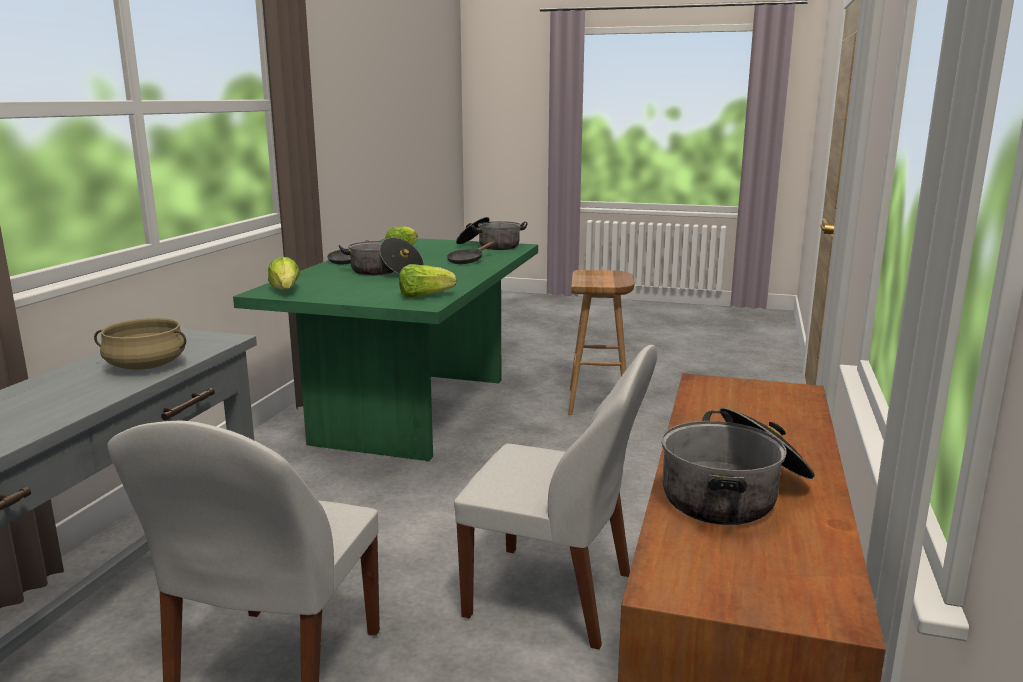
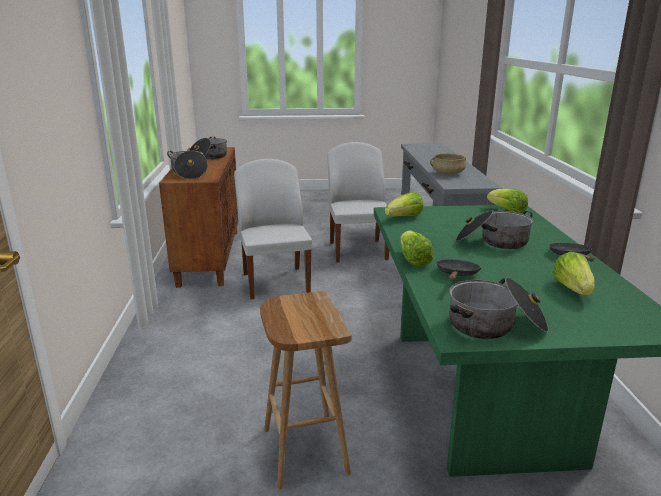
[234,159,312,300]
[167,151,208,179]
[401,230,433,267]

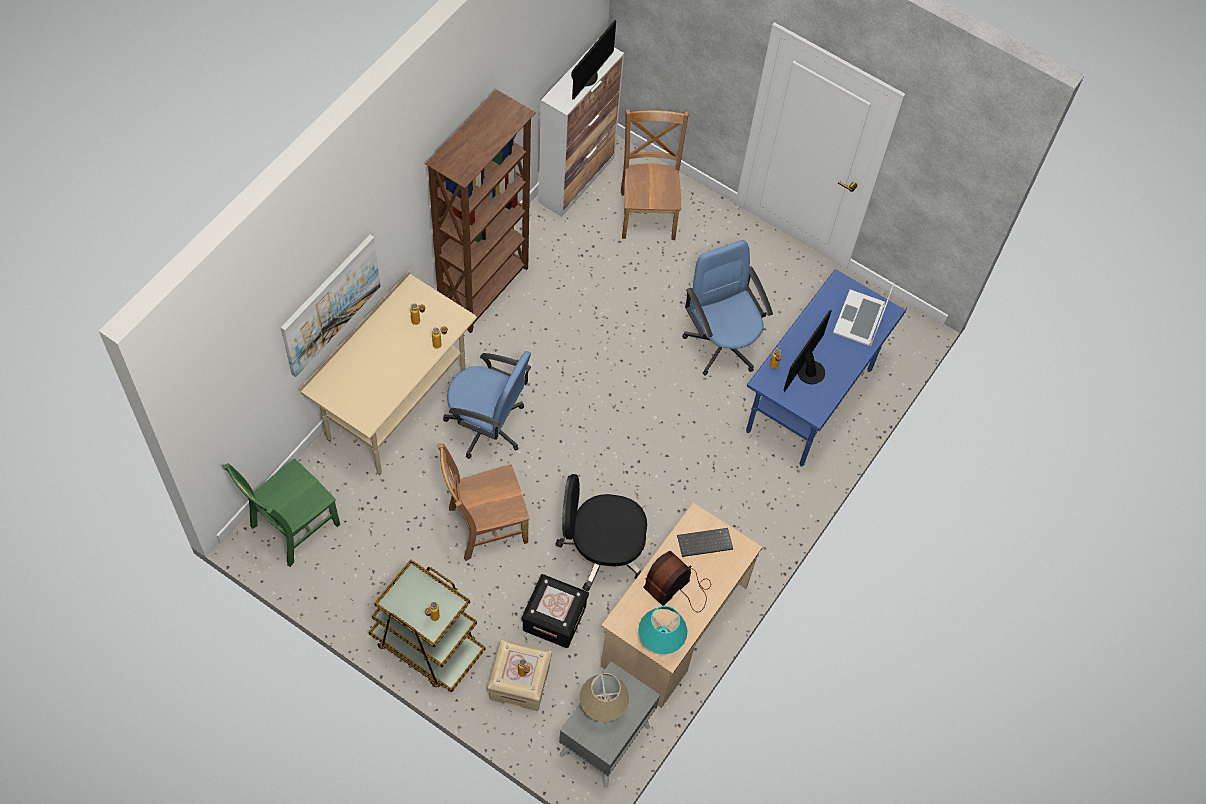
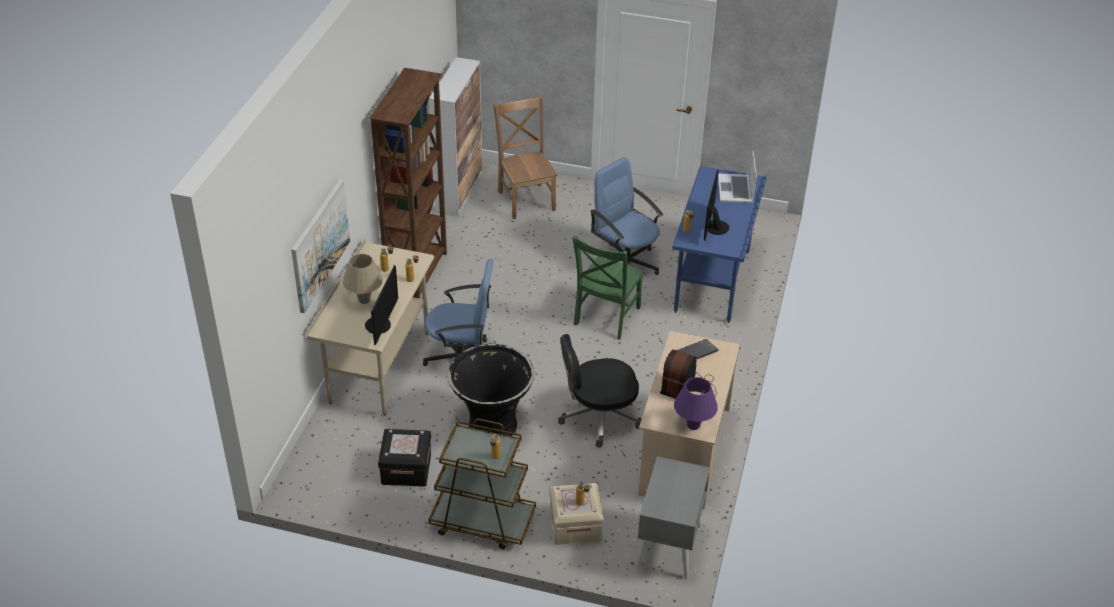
[572,235,644,340]
[448,344,534,436]
[378,429,431,487]
[365,265,398,345]
[342,254,383,304]
[674,377,718,430]

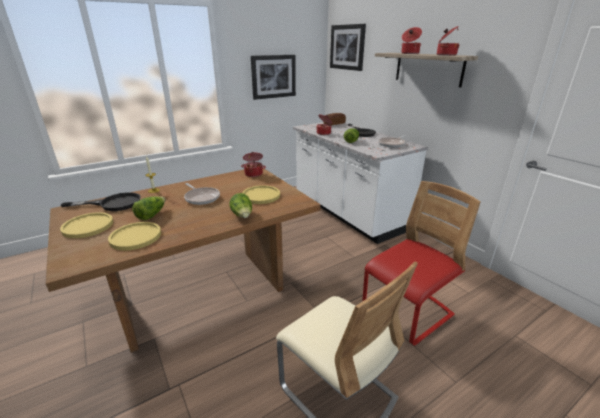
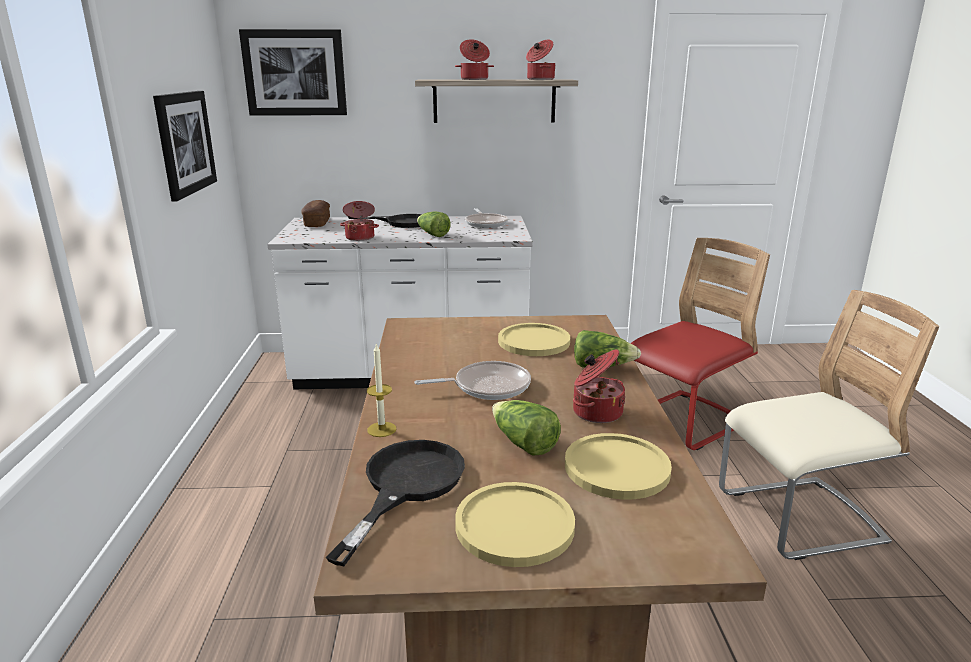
[573,349,626,423]
[631,238,770,450]

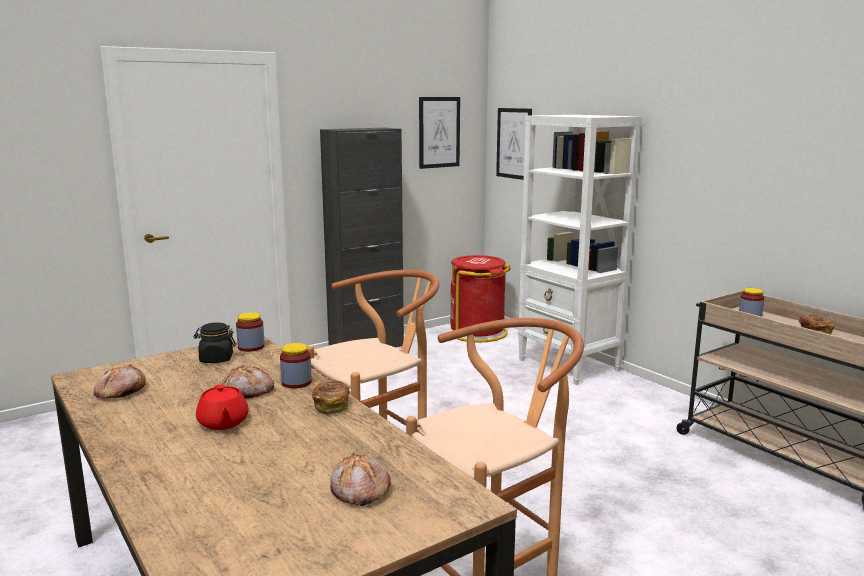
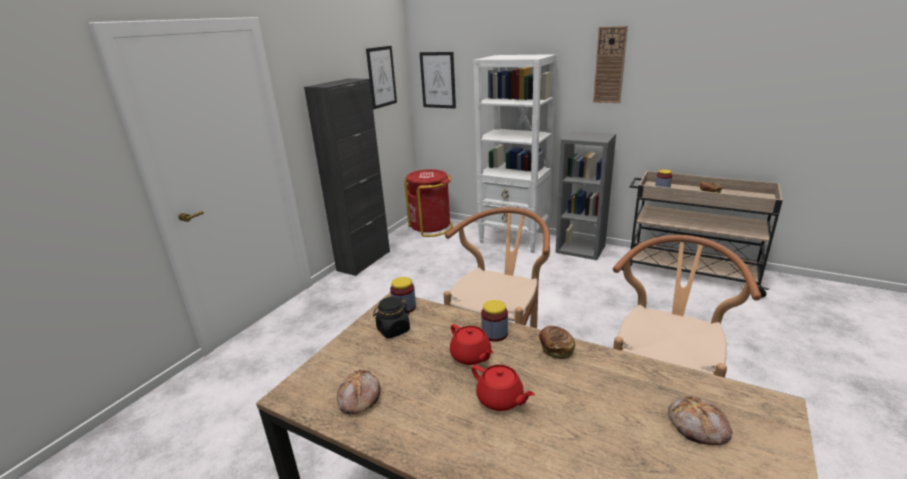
[450,324,494,365]
[555,131,616,260]
[593,26,628,103]

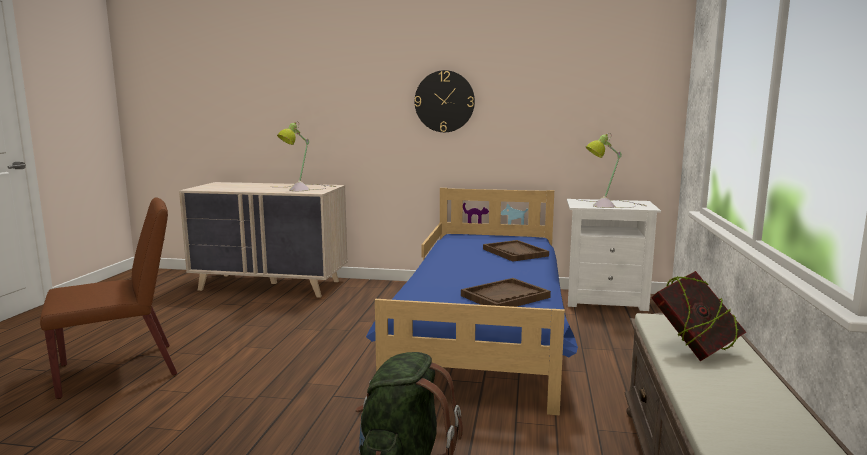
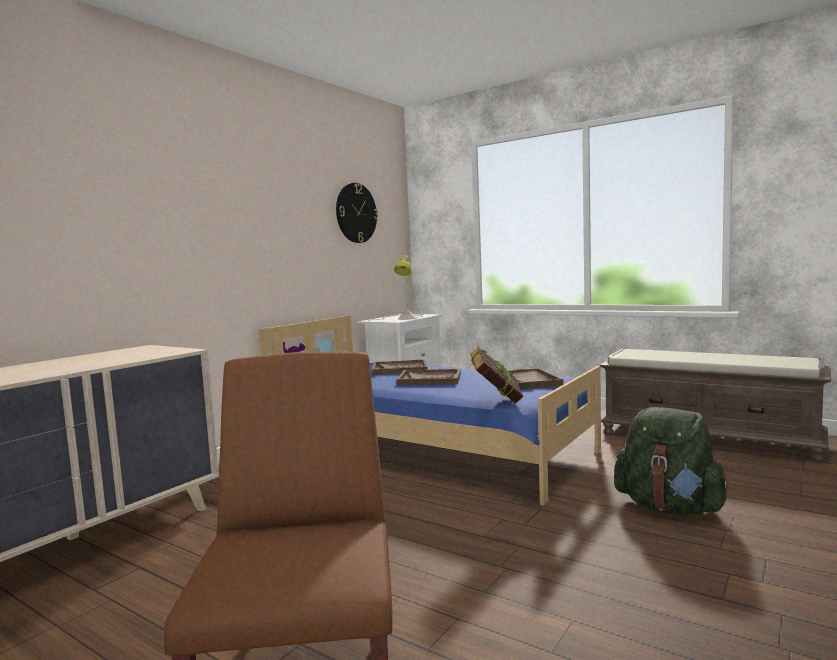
[277,121,336,191] (first image)
[336,183,378,243]
[470,346,523,404]
[396,369,461,385]

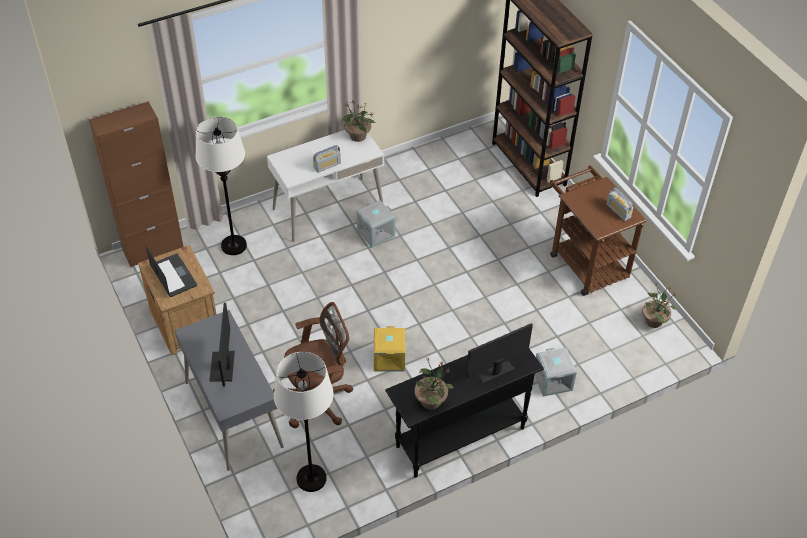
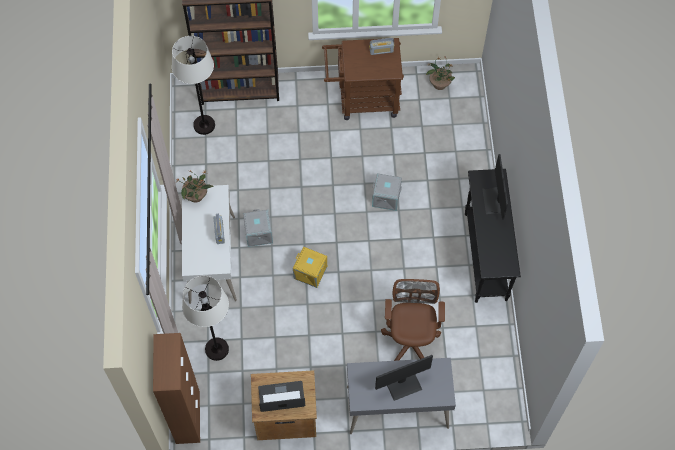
[375,355,433,401]
[172,36,215,135]
[293,246,327,288]
[414,357,454,410] (first image)
[372,173,402,211]

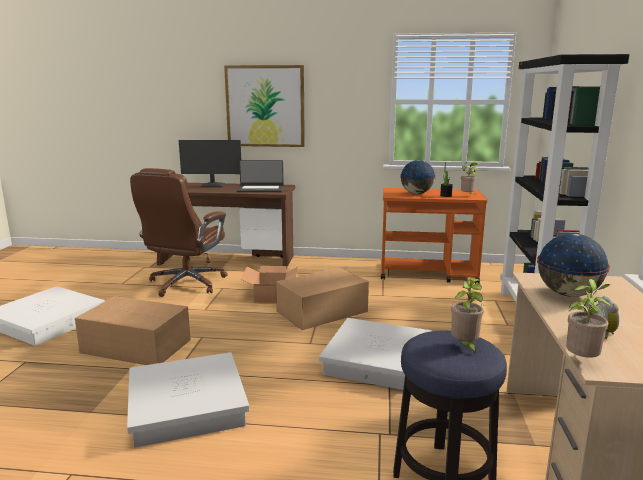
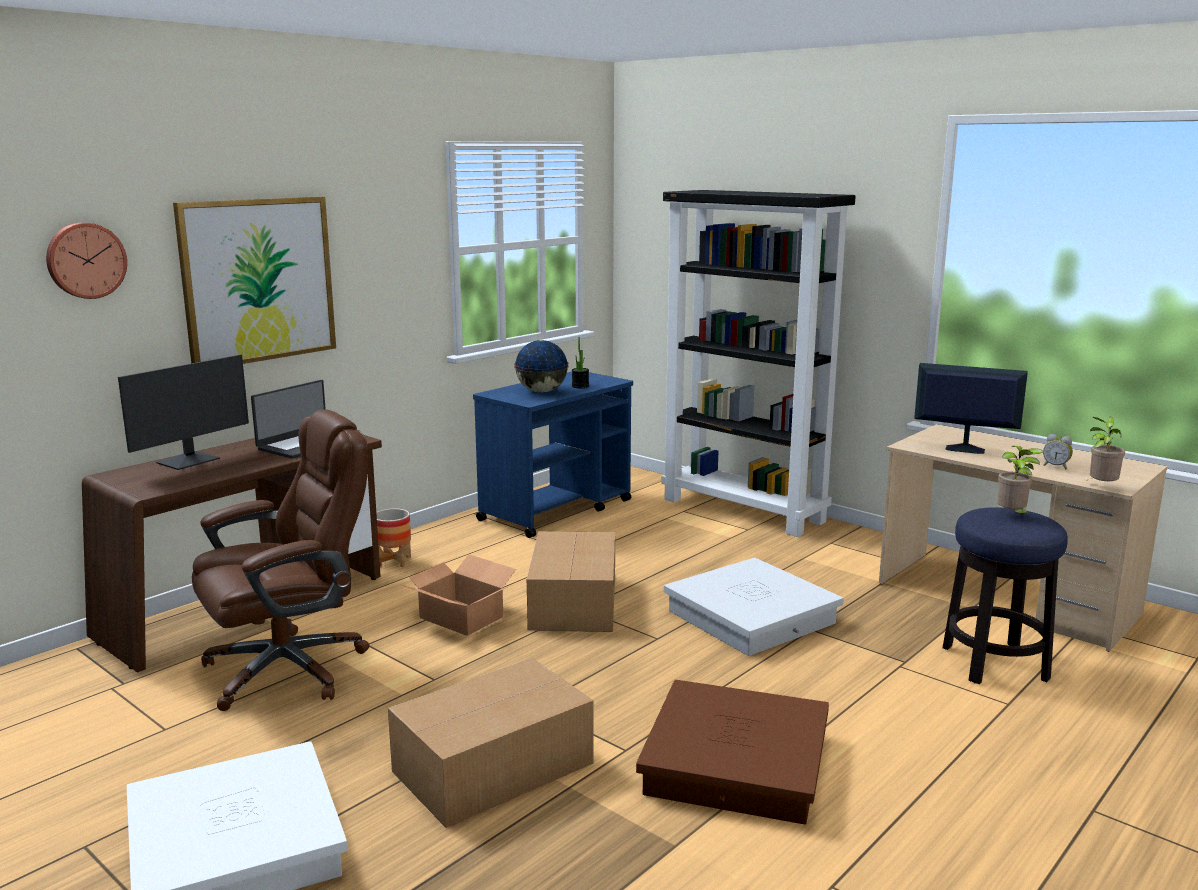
[636,680,829,825]
[192,409,370,711]
[473,371,633,538]
[461,162,481,194] (first image)
[914,363,1028,454]
[46,223,127,299]
[376,509,411,567]

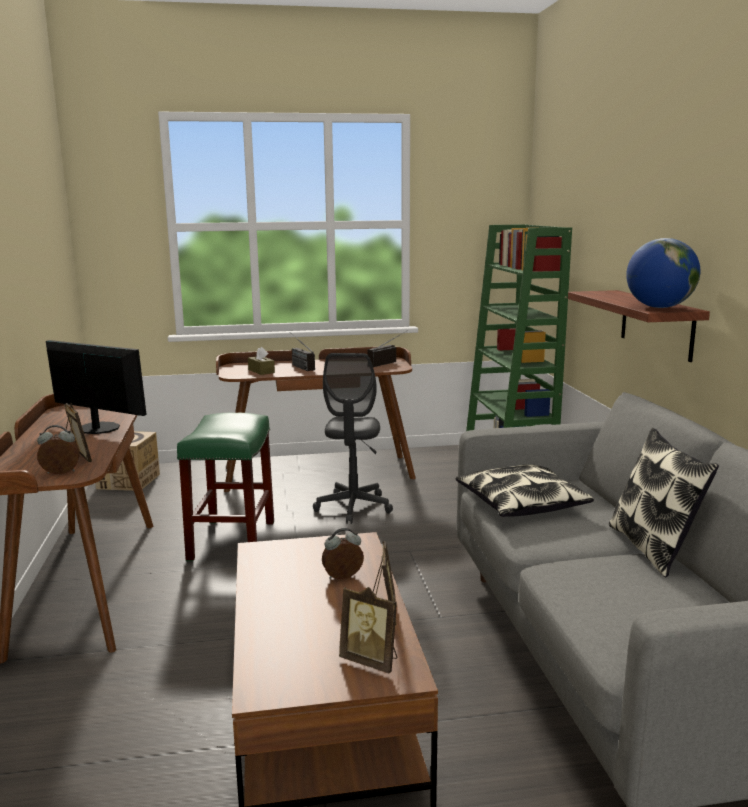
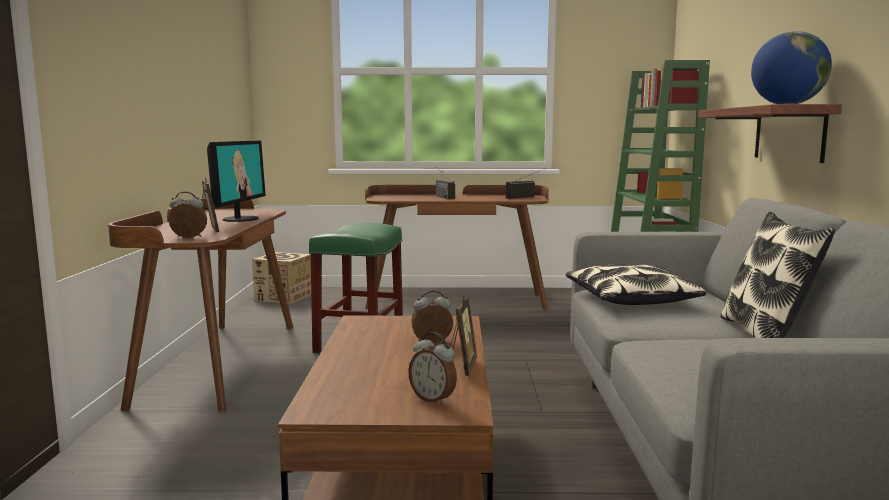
[207,140,266,222]
[248,347,275,375] (first image)
[313,353,393,524] (first image)
[408,332,457,405]

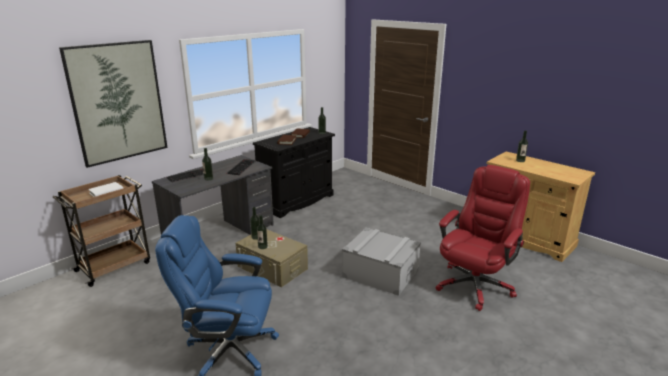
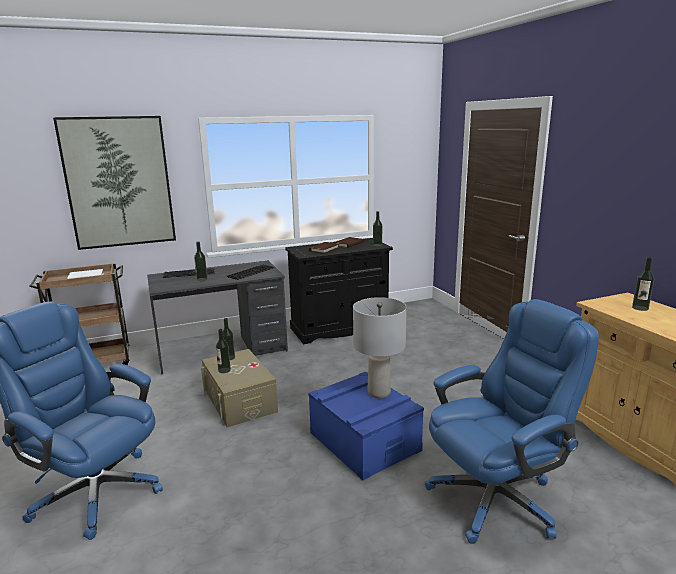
[308,372,424,480]
[425,299,599,544]
[353,297,407,398]

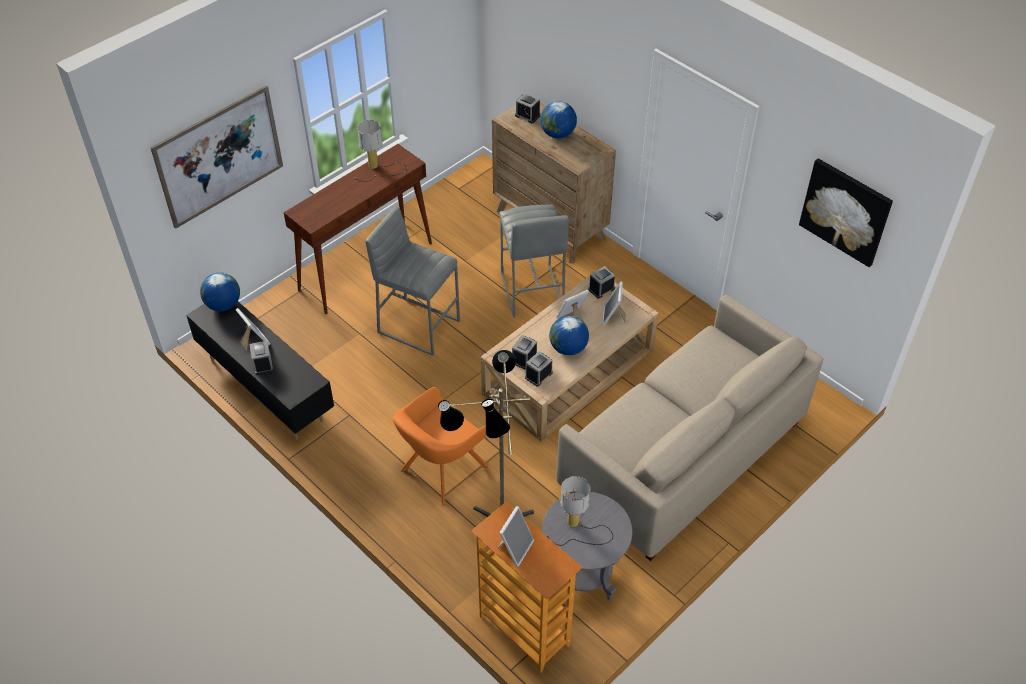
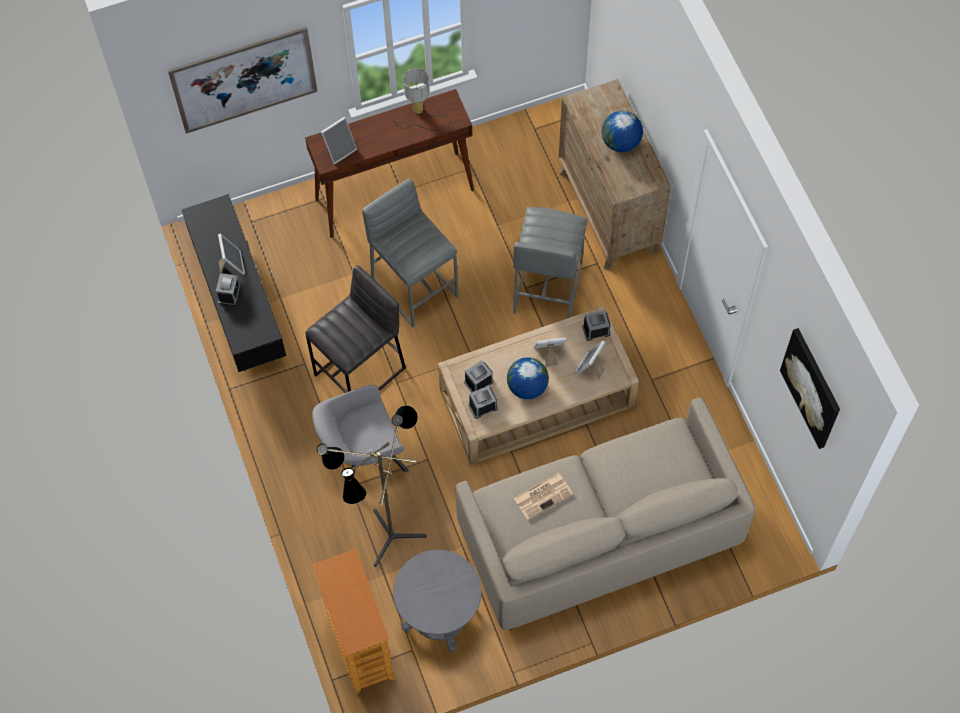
[200,273,240,311] (first image)
[312,385,409,476]
[321,117,357,164]
[515,93,540,123] (first image)
[546,476,613,546] (first image)
[305,265,406,393]
[514,473,573,520]

